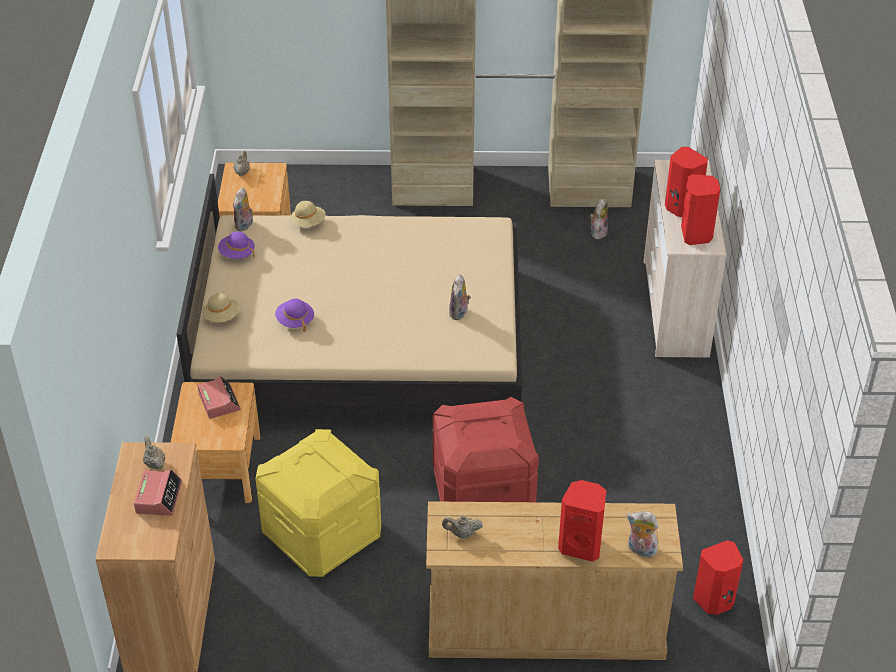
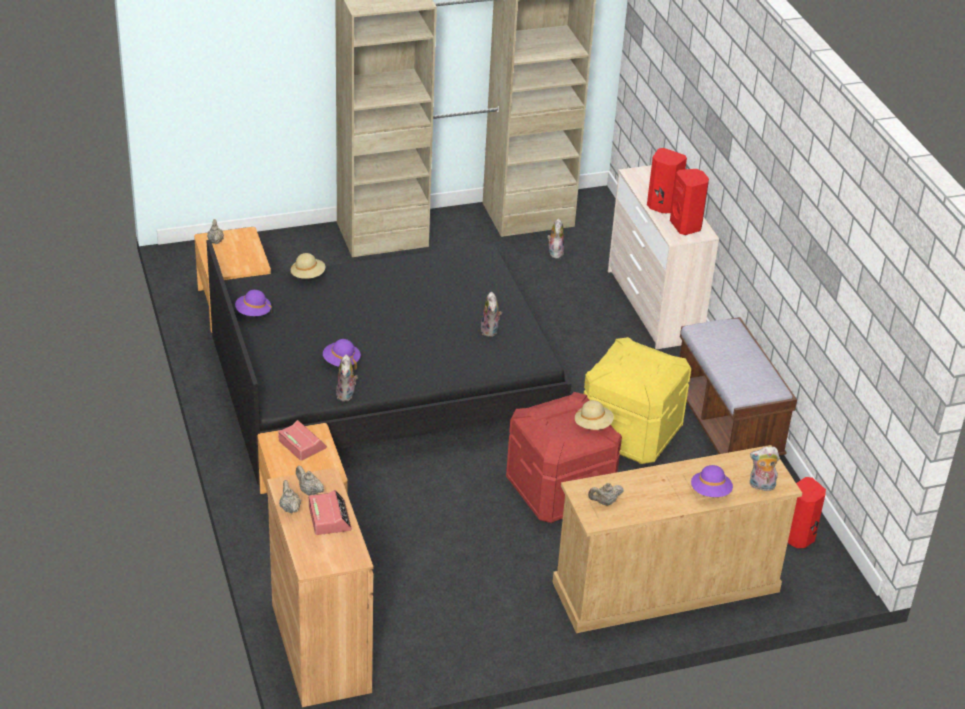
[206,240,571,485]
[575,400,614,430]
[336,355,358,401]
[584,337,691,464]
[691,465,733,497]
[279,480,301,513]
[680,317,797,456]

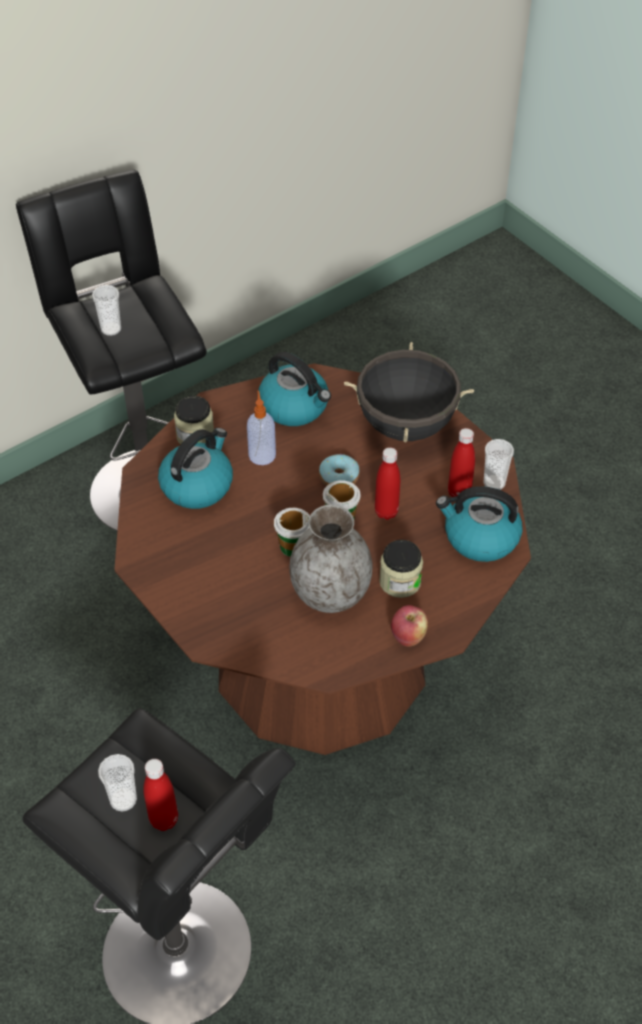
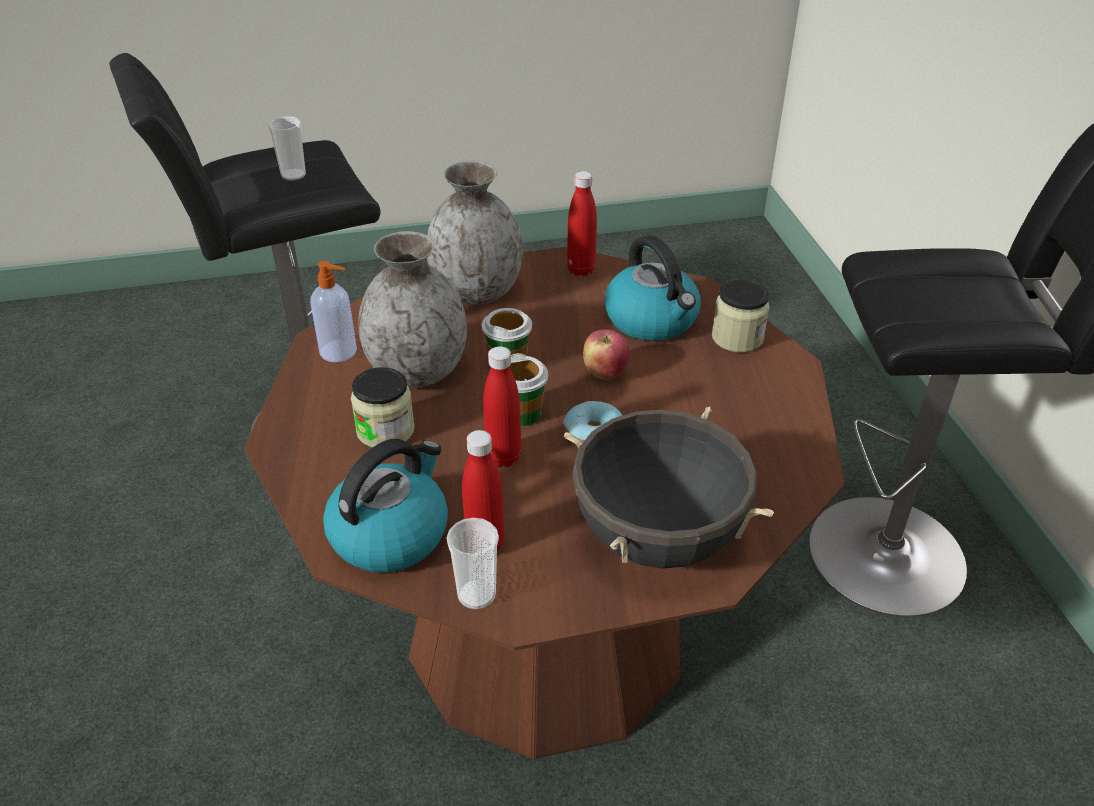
[92,285,121,336] (first image)
[567,171,597,276]
[310,261,357,362]
[259,352,331,426] (first image)
[583,330,630,380]
[427,161,523,305]

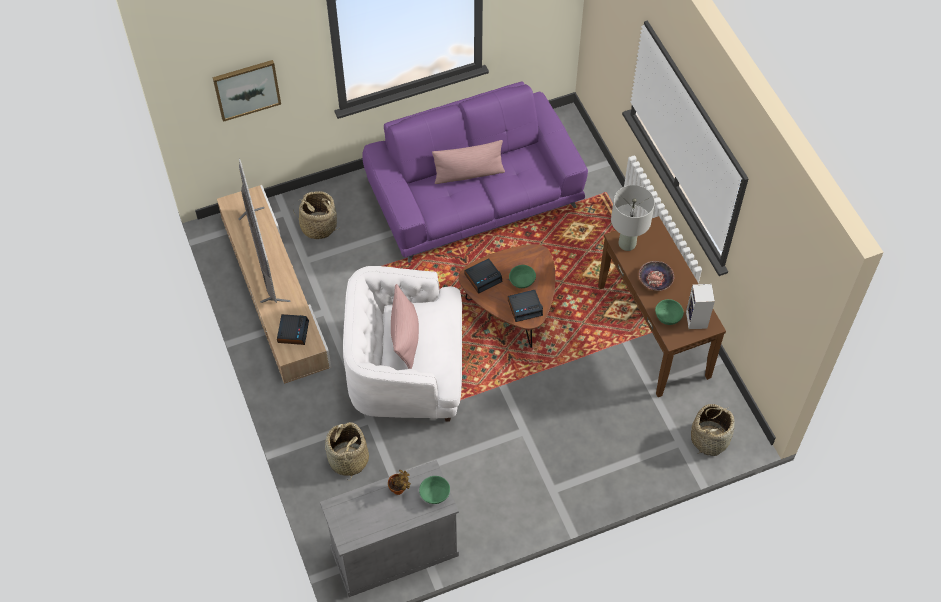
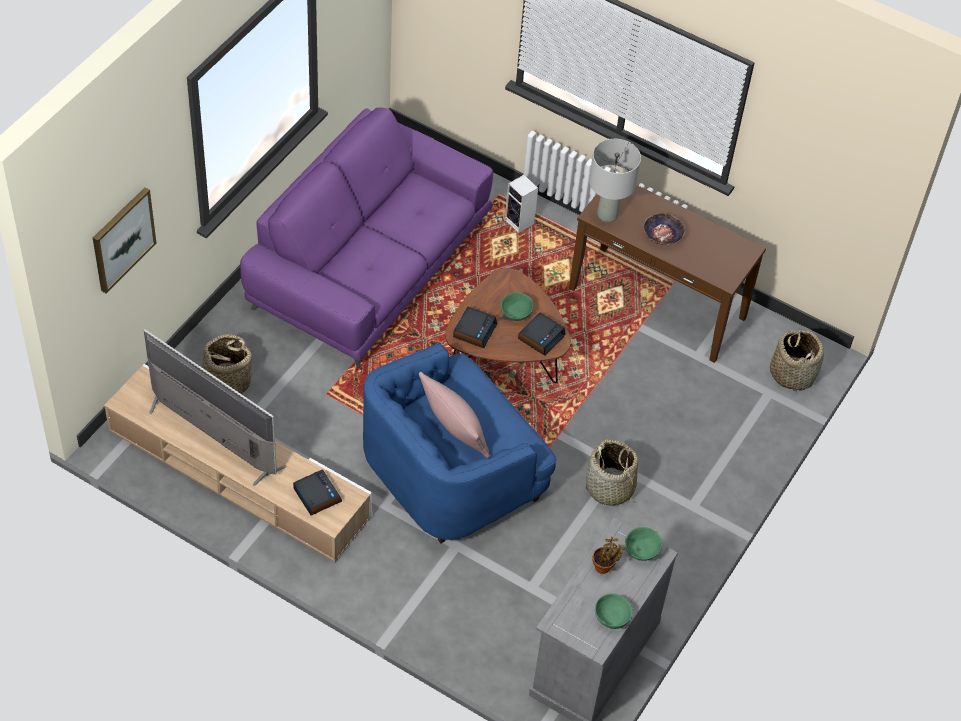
[586,439,638,506]
[363,343,556,543]
[432,140,505,184] (first image)
[595,593,633,629]
[505,175,538,233]

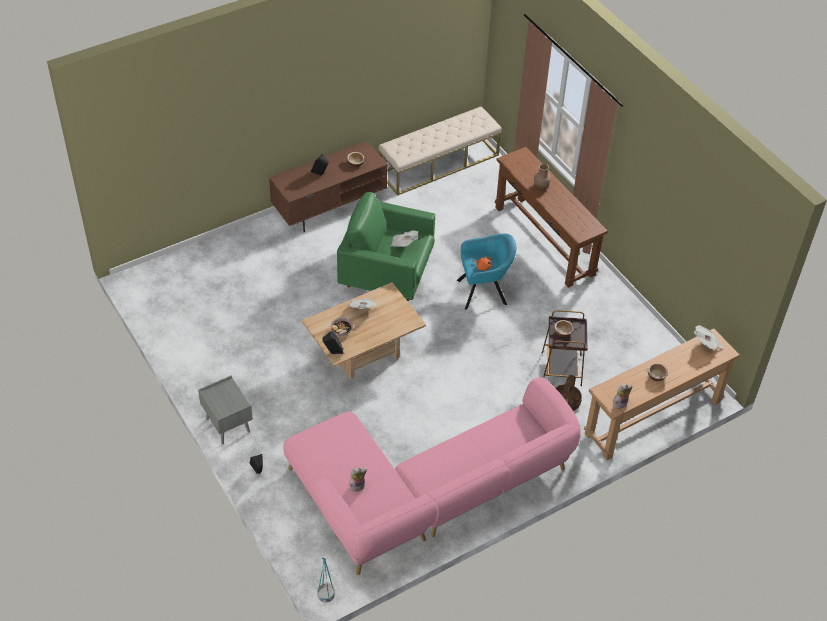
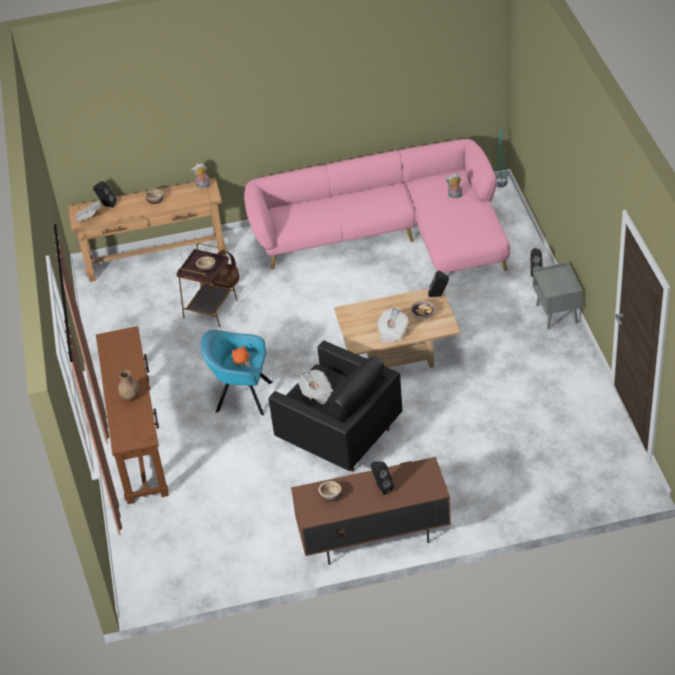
[269,341,403,472]
[379,106,501,196] (first image)
[93,181,116,208]

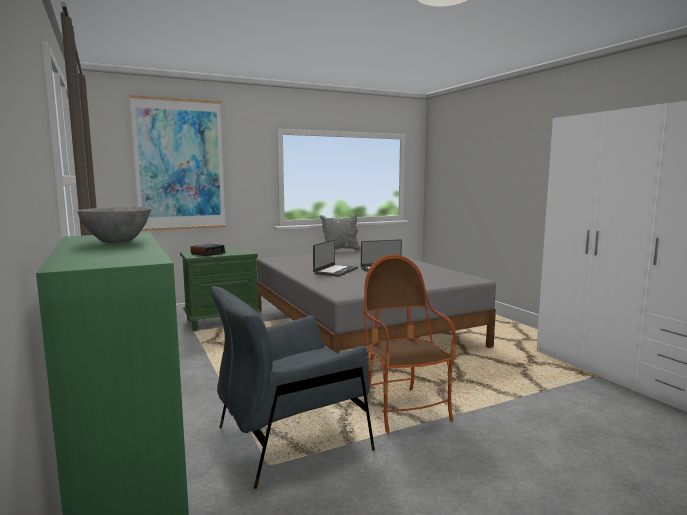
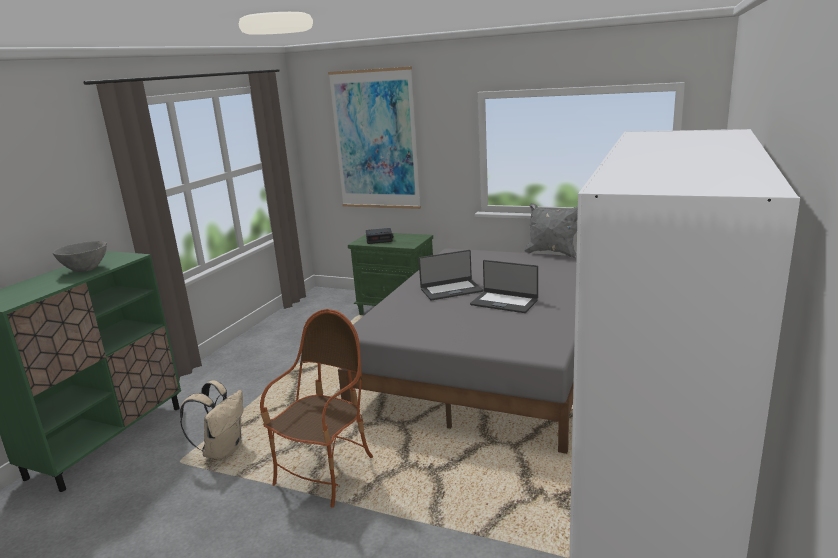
[180,380,243,461]

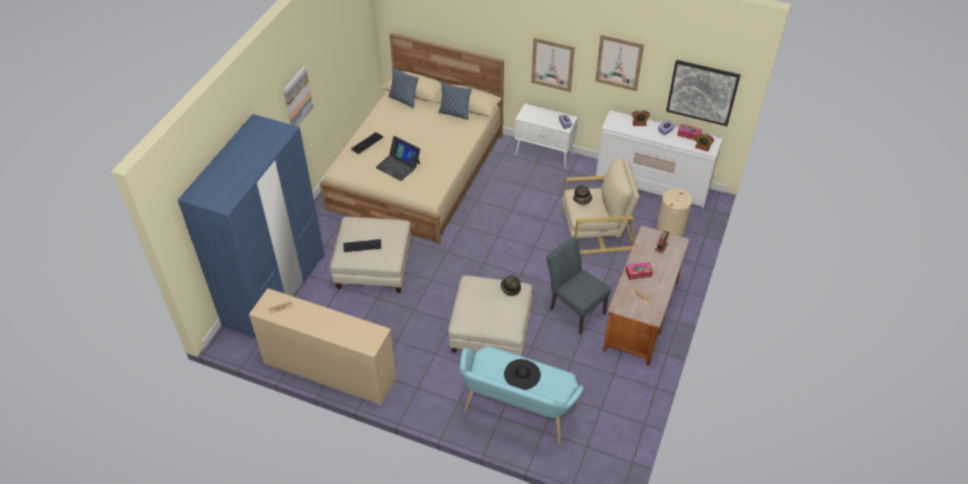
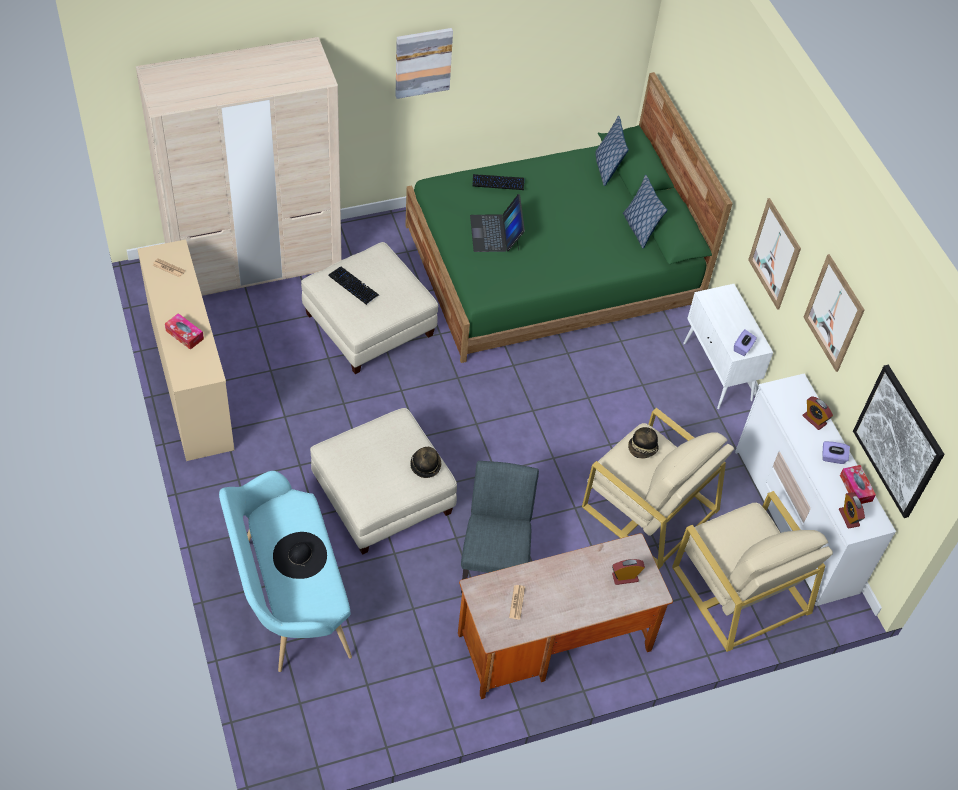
[136,37,342,296]
[405,72,733,363]
[165,313,204,350]
[672,491,833,652]

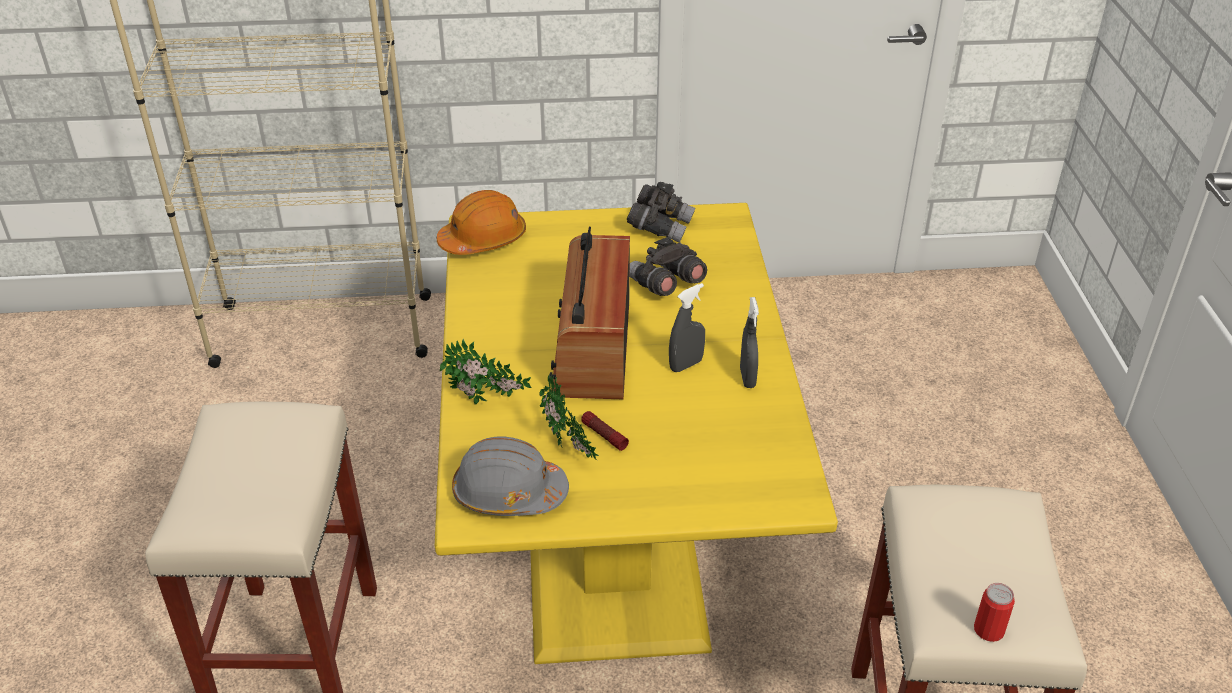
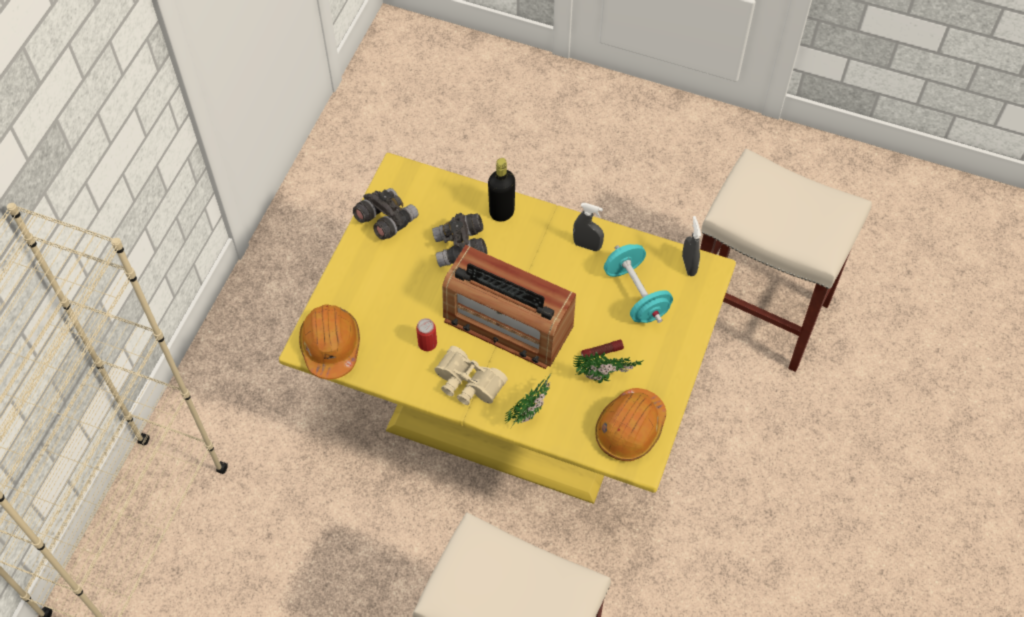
[595,388,666,461]
[682,216,701,276]
[416,318,437,351]
[435,346,508,405]
[488,158,515,221]
[604,244,673,323]

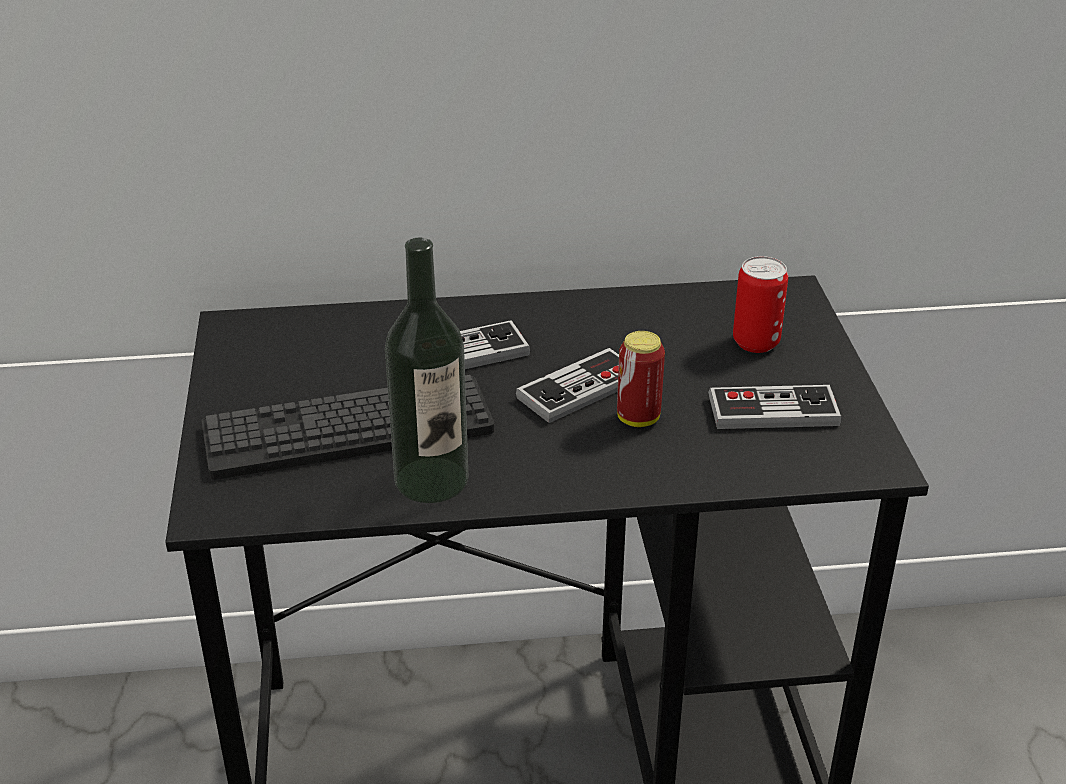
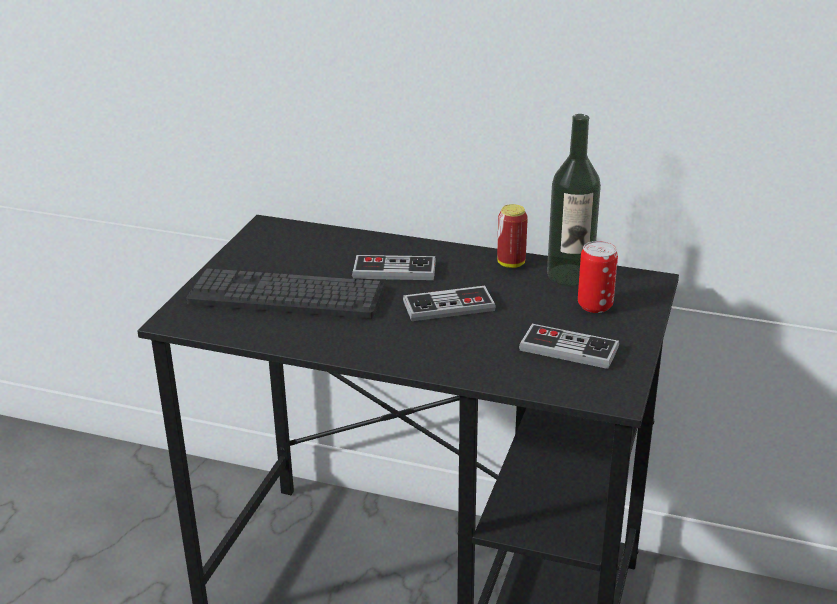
[547,114,601,286]
[497,204,528,268]

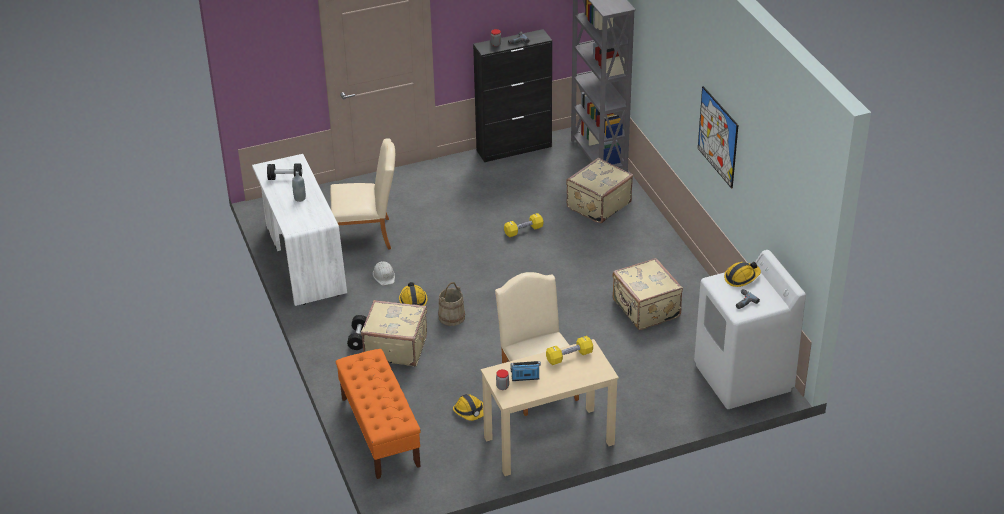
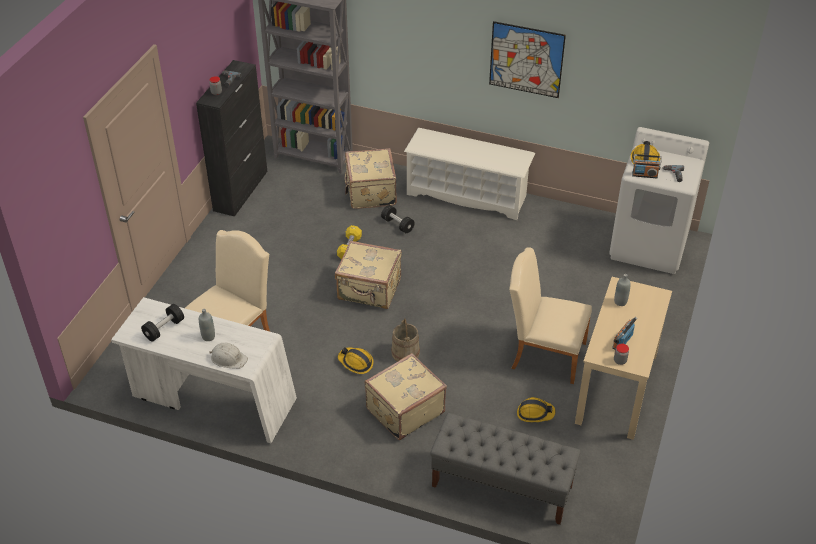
[430,413,581,525]
[381,205,415,233]
[209,343,248,369]
[614,274,631,306]
[335,241,402,309]
[404,128,535,220]
[632,154,662,178]

